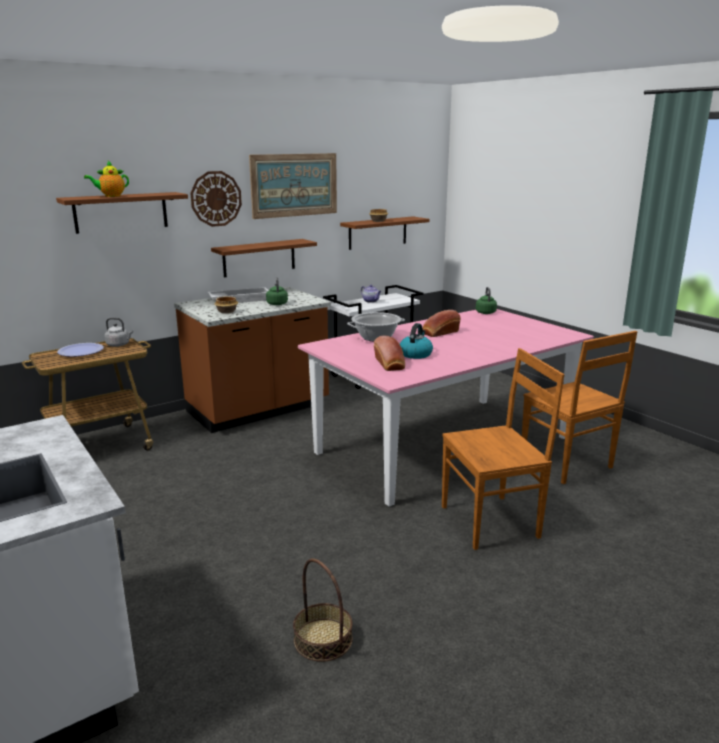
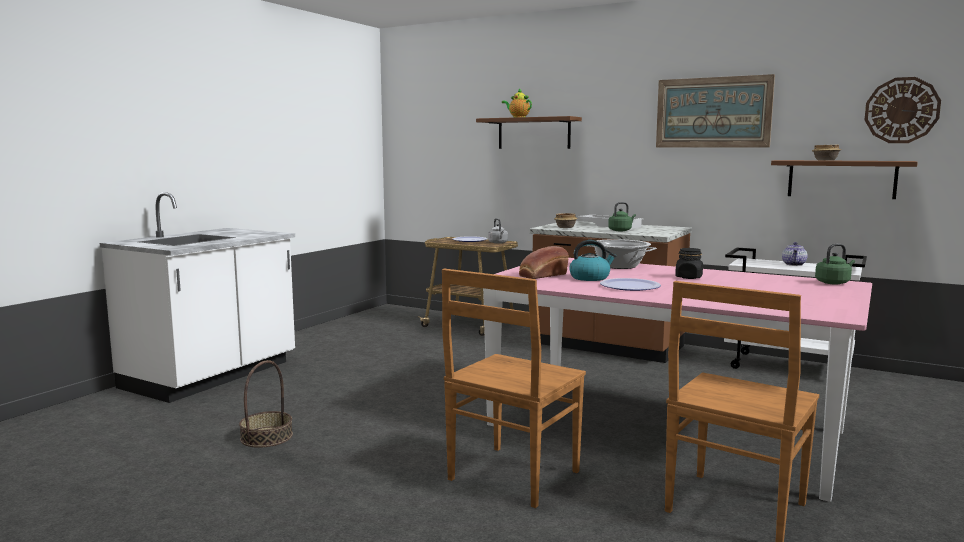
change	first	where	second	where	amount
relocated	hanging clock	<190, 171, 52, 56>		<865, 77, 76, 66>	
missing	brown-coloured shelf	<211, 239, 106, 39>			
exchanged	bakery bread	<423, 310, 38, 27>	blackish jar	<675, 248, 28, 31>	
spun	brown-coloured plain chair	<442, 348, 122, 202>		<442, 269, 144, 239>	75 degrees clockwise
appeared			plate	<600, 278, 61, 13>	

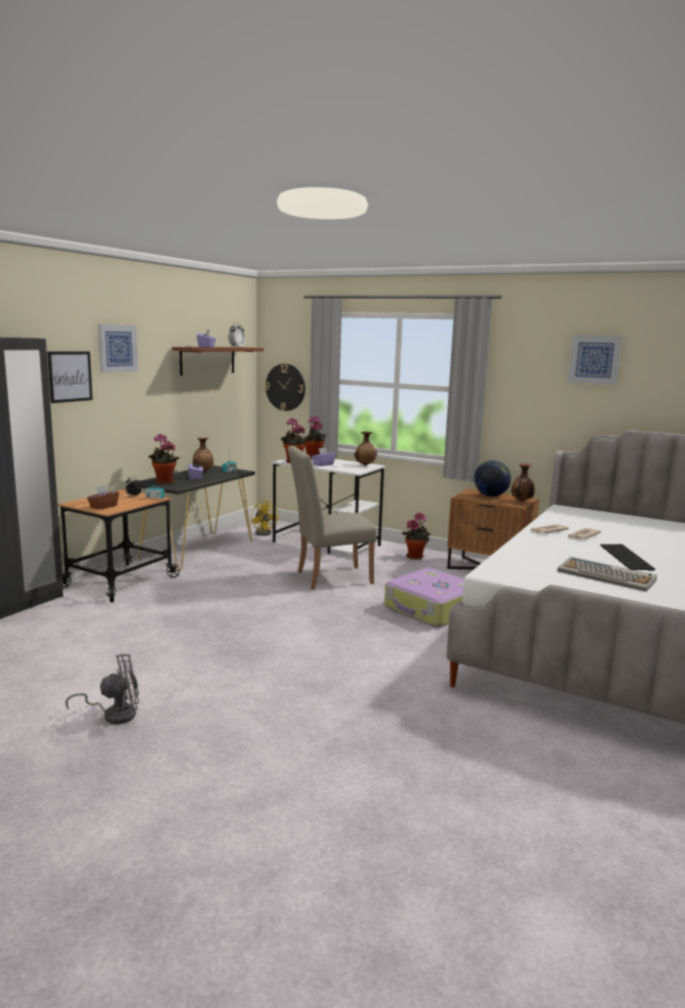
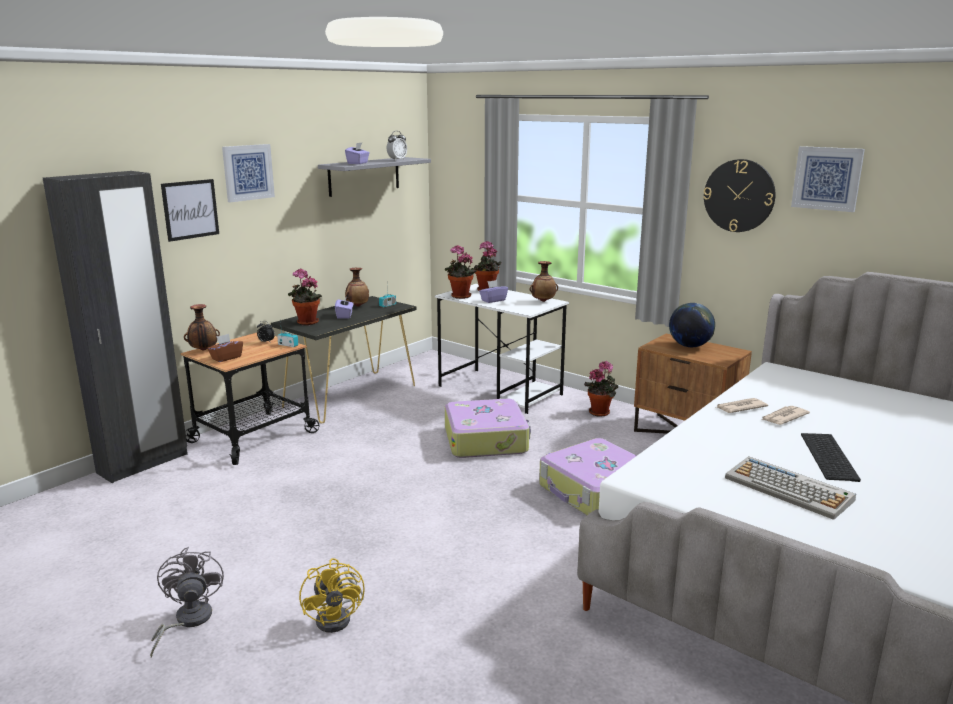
change	first	where	second	where	amount
colour	brown-coloured shelf	<172, 347, 92, 29>	grey shelf	<318, 157, 113, 40>	
relocated	hanging clock	<265, 364, 40, 47>		<703, 159, 73, 73>	
exchanged	sand-coloured plain chair	<287, 446, 90, 143>	suitcase	<445, 399, 86, 59>	
relocated	vase	<511, 464, 24, 37>		<184, 304, 36, 47>	
relocated	yellowish electric fan	<251, 501, 28, 35>		<299, 558, 66, 75>	
spun	grey electric fan	<65, 654, 74, 70>		<150, 547, 74, 111>	90 degrees counterclockwise

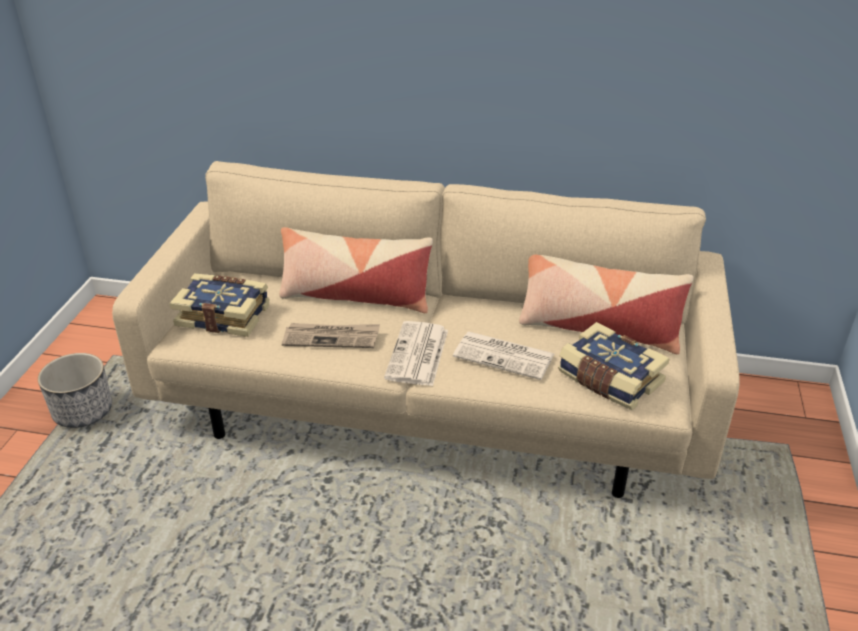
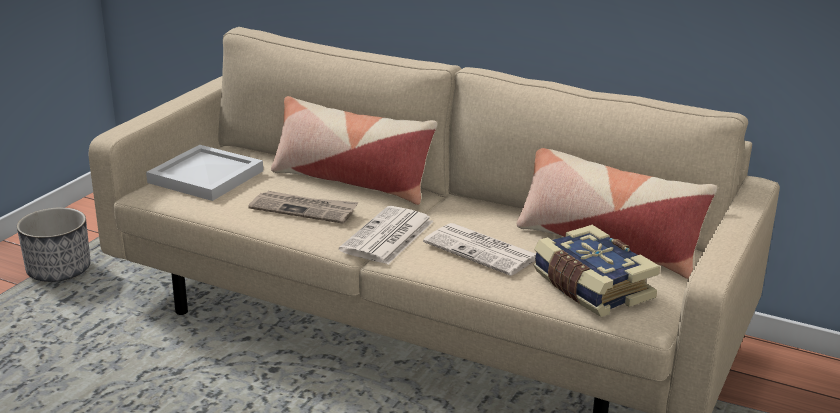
change	first	where	second	where	amount
exchanged	bound book	<169, 274, 101, 63>	white carrying tray	<146, 145, 117, 56>	

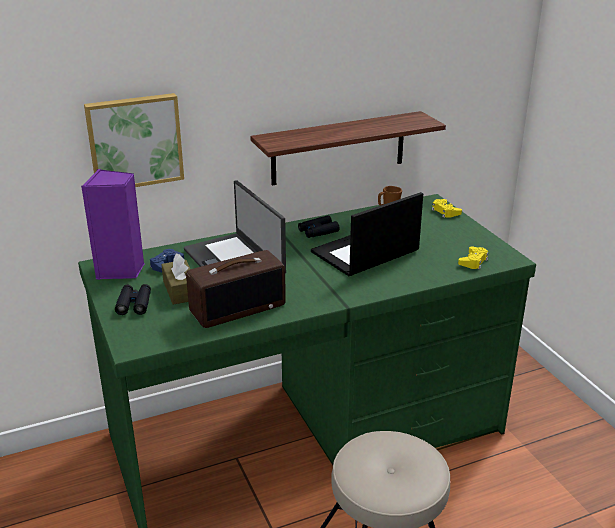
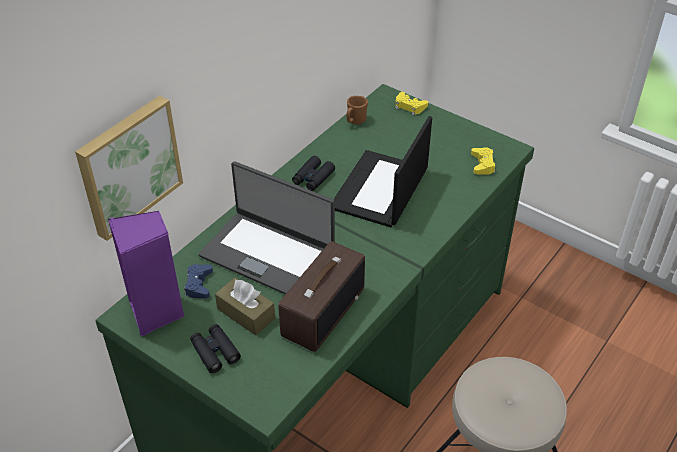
change	first	where	second	where	amount
missing	shelf	<250, 111, 196, 74>			

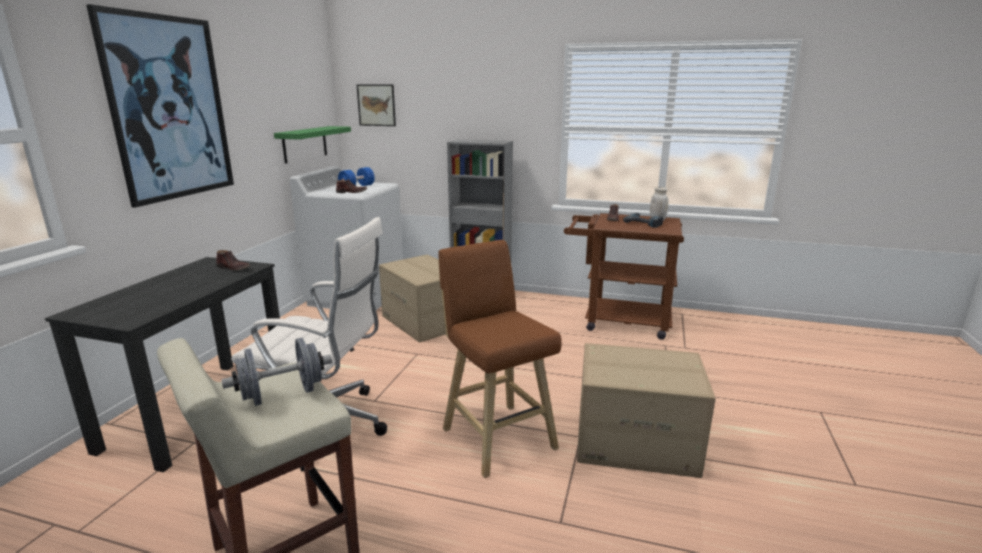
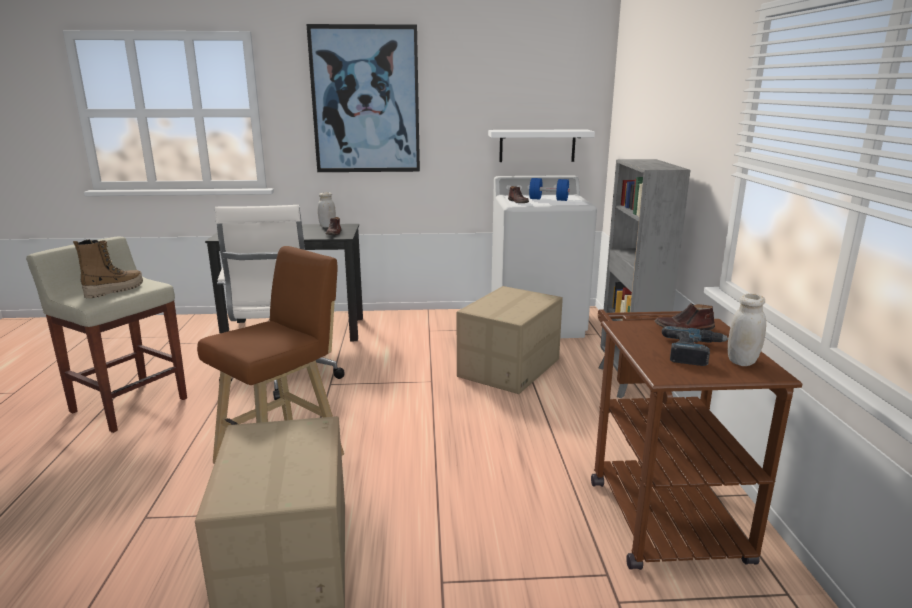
change	first	where	second	where	amount
missing	wall art	<356, 84, 40, 42>			
colour	green shelf	<274, 126, 77, 38>	white shelf	<488, 129, 107, 33>	
exchanged	grey free weight	<221, 338, 111, 68>	tall boot	<73, 239, 70, 59>	
appeared			white jar	<318, 192, 18, 35>	

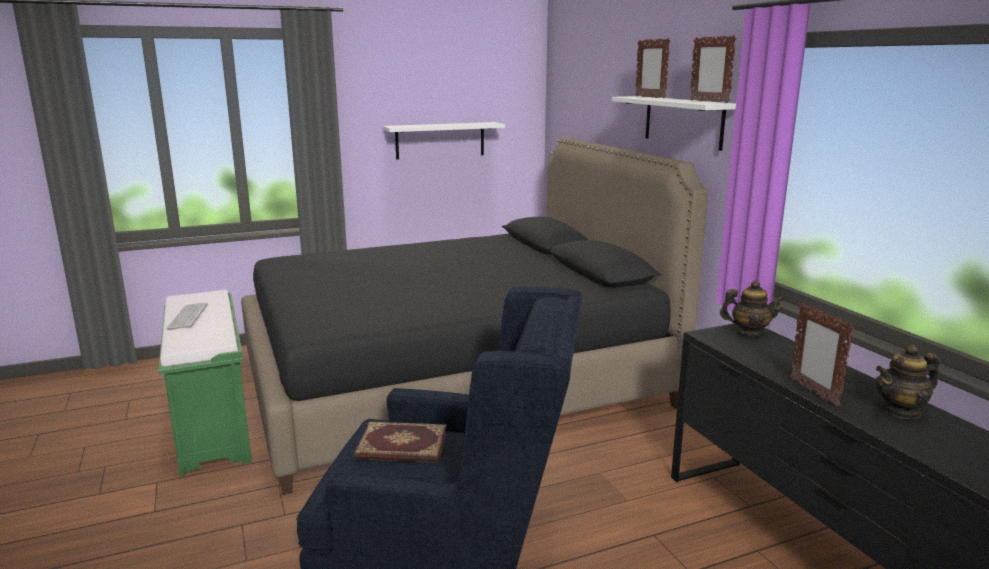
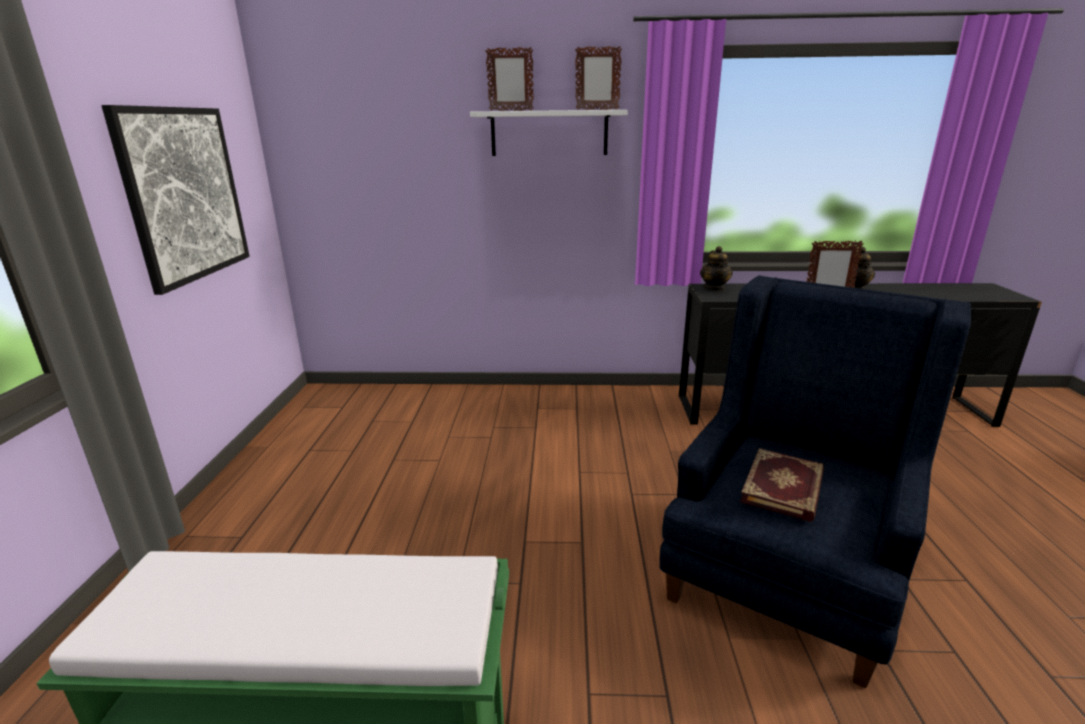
change	first	where	second	where	amount
exchanged	white shelf	<382, 122, 123, 38>	wall art	<102, 105, 148, 190>	
missing	blackish sleeping bed	<241, 138, 467, 357>			
spun	teapot	<720, 280, 65, 57>		<700, 246, 33, 45>	150 degrees clockwise
missing	computer keyboard	<166, 303, 41, 27>			

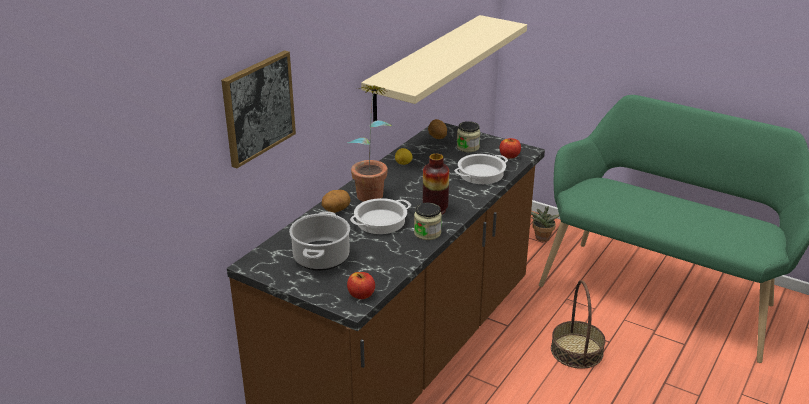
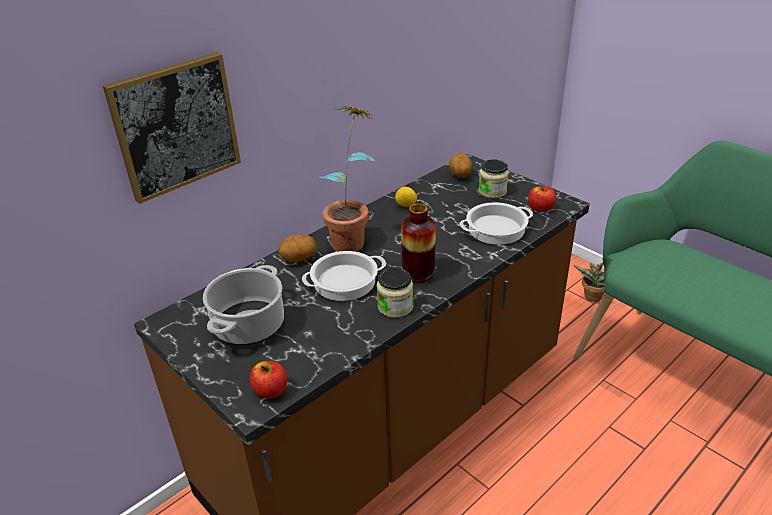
change	first	where	second	where	amount
missing	sand-coloured shelf	<361, 15, 166, 107>			
missing	basket	<551, 280, 55, 89>			

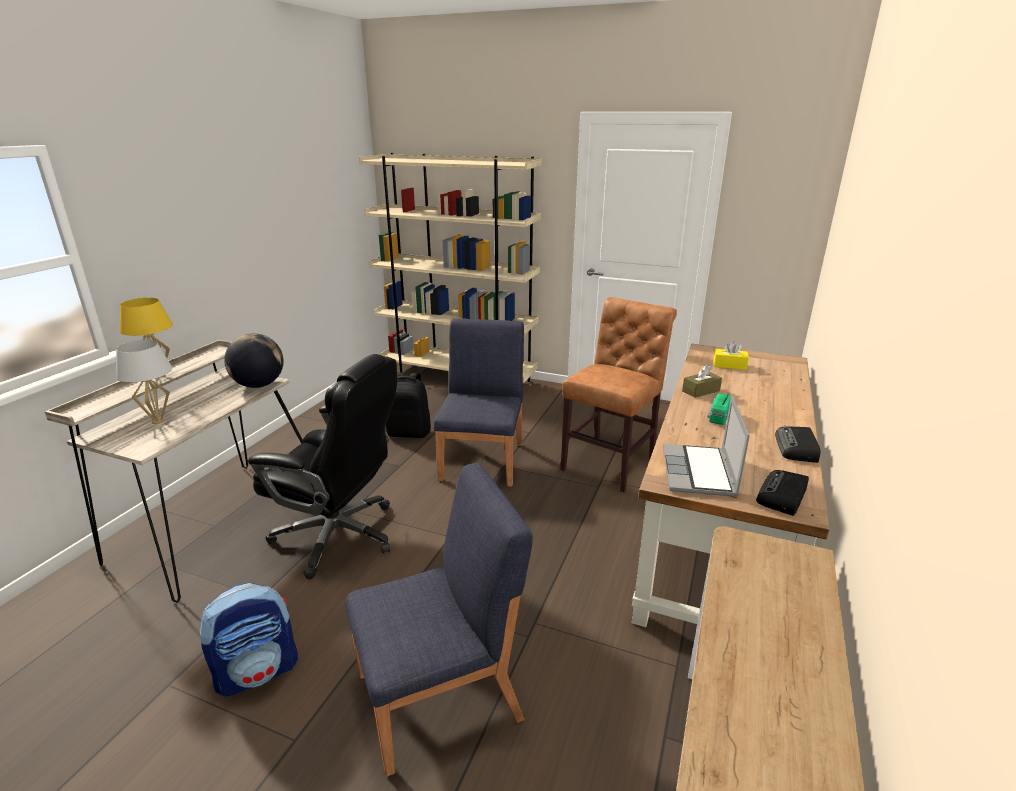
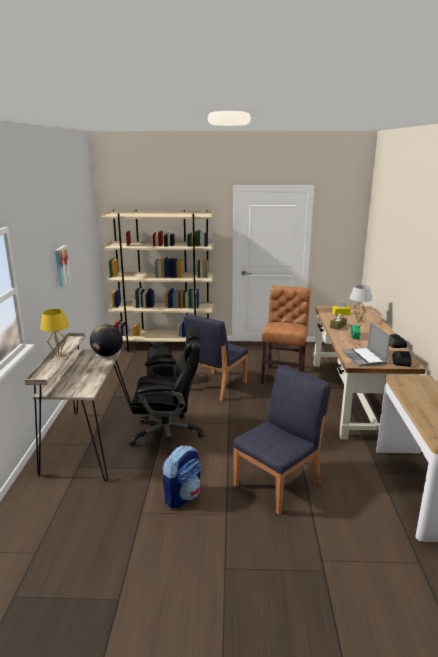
change	first	where	second	where	amount
spun	bluish plain chair	<434, 318, 90, 169>		<184, 314, 64, 87>	135 degrees counterclockwise
relocated	white table lamp	<116, 340, 56, 84>		<350, 285, 22, 38>	
appeared			wall art	<55, 245, 16, 42>	

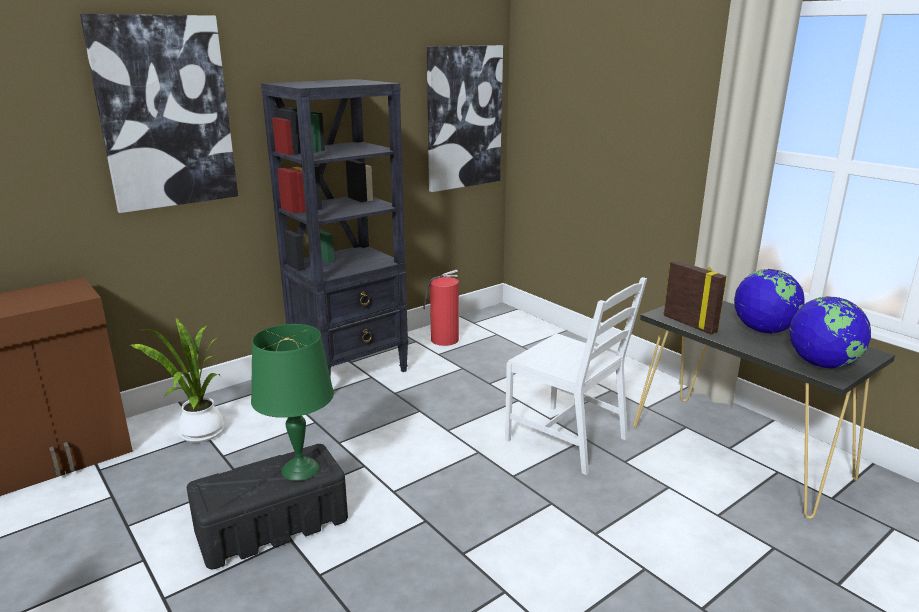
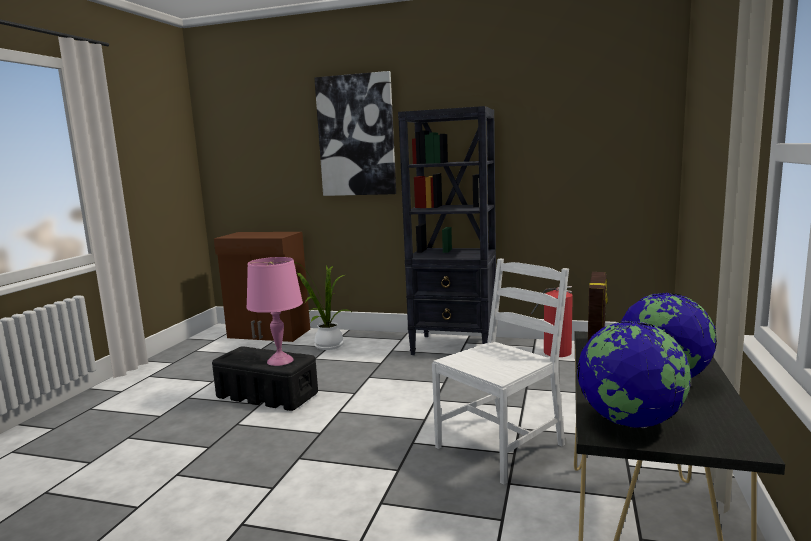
change	first	where	second	where	amount
missing	wall art	<427, 45, 76, 147>			
spun	white plain chair	<505, 277, 142, 198>		<432, 258, 137, 227>	135 degrees counterclockwise
colour	green table lamp	<251, 324, 83, 157>	pink-coloured table lamp	<246, 257, 57, 109>	

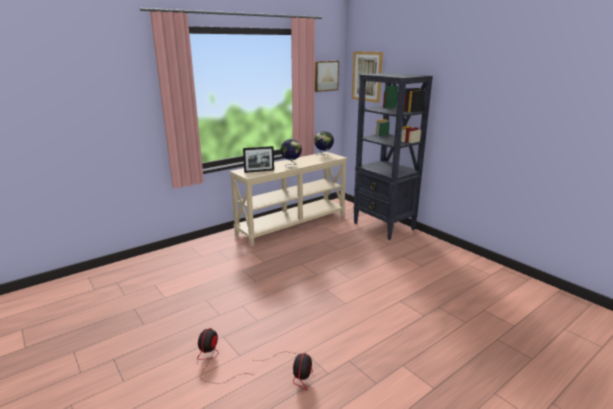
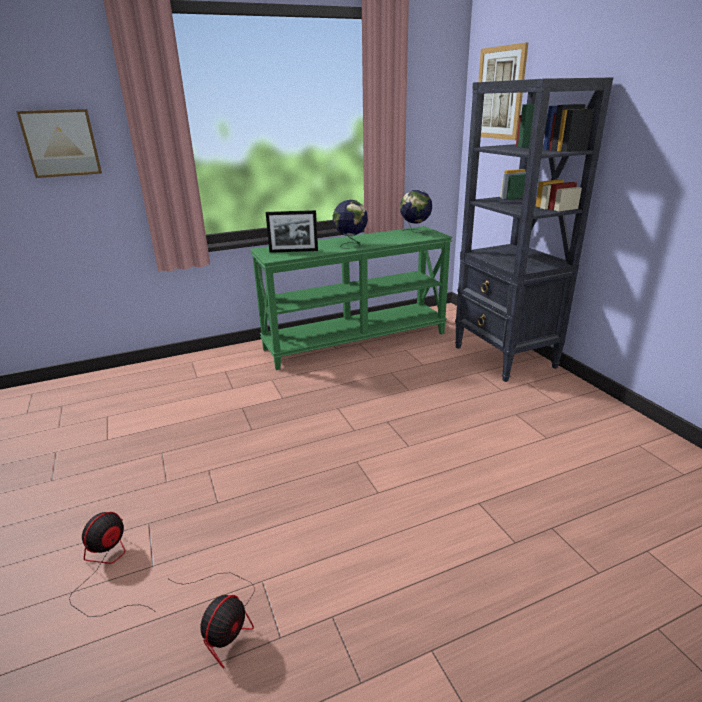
change	first	where	second	where	amount
relocated	wall art	<315, 61, 24, 31>		<16, 109, 86, 69>	
colour	sand-coloured narrow table	<229, 152, 118, 95>	green narrow table	<250, 226, 202, 144>	

